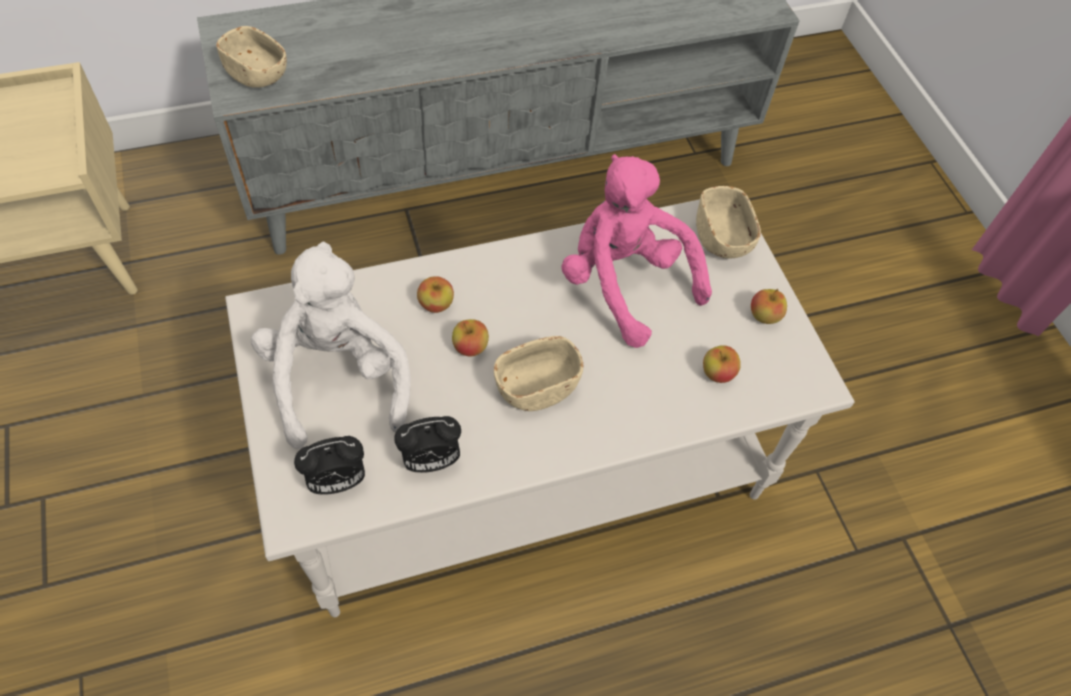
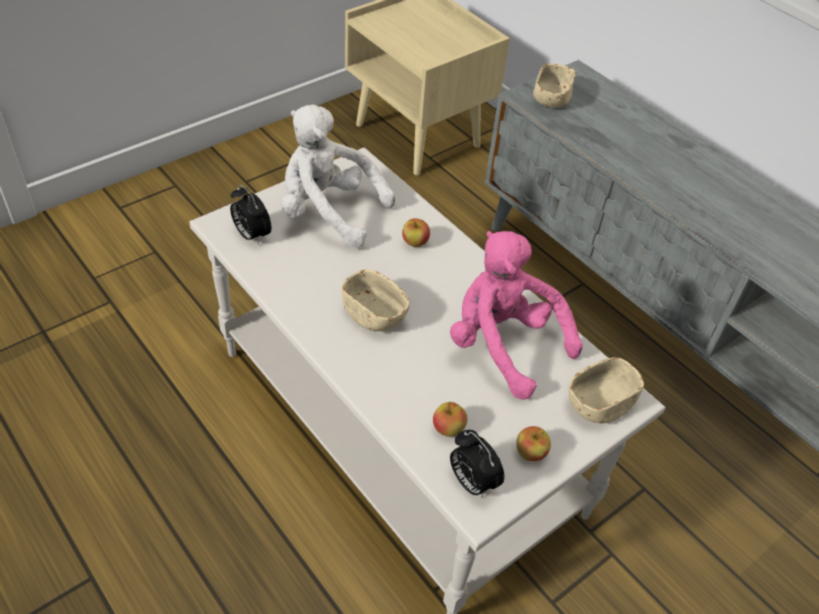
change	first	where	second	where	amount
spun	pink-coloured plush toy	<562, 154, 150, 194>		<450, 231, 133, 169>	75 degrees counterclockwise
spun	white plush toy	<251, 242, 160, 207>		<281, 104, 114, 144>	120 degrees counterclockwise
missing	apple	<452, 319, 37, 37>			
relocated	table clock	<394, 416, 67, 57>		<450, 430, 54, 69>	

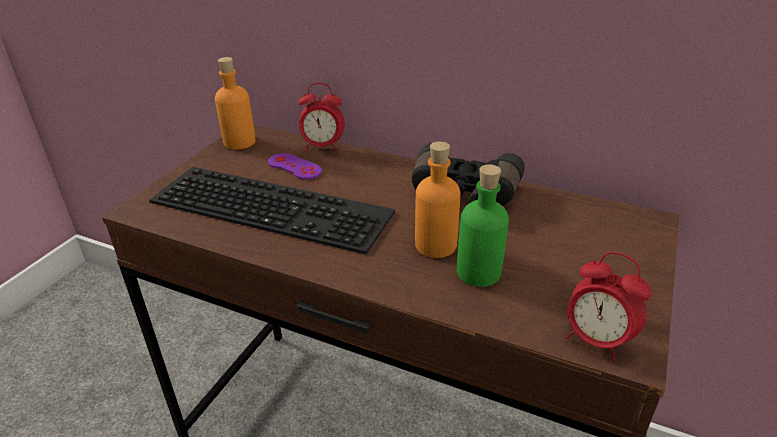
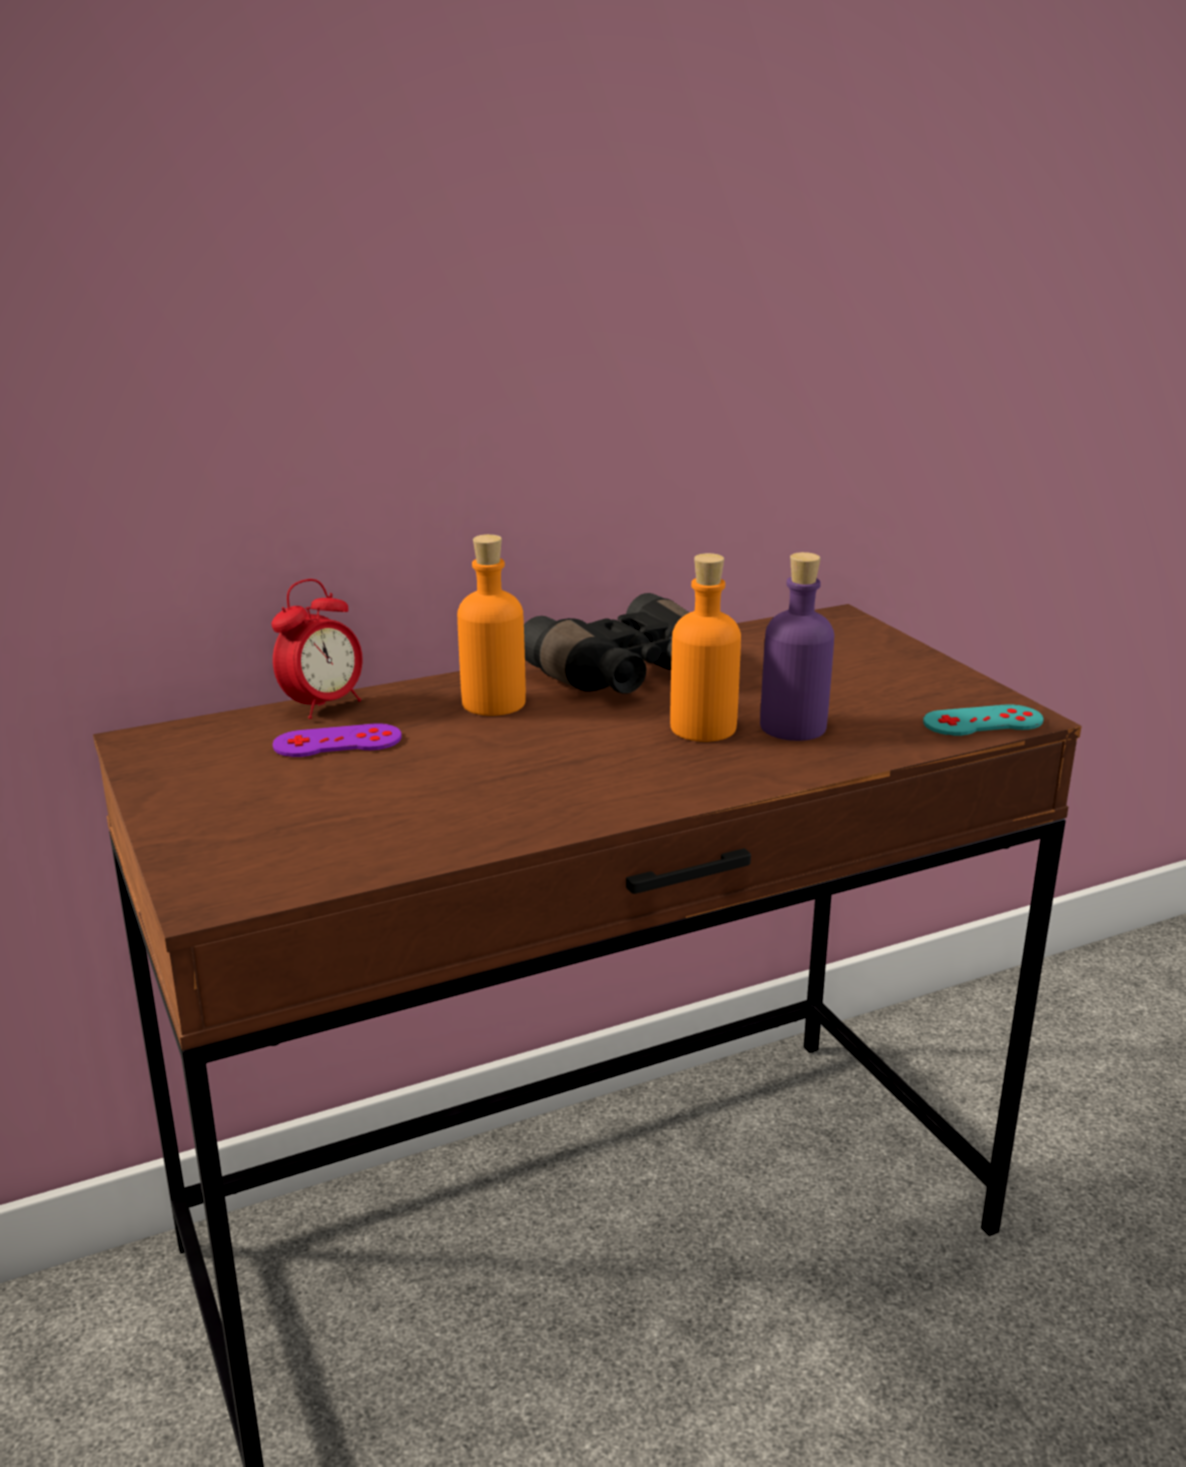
change	first	where	second	where	amount
relocated	orange drink bottle	<215, 57, 41, 92>		<457, 534, 69, 182>	
colour	green drink bottle	<457, 164, 52, 123>	purplish drink bottle	<760, 552, 74, 189>	
missing	computer keyboard	<149, 167, 246, 88>			
exchanged	table clock	<566, 252, 86, 110>	blue-green joypad	<923, 704, 121, 32>	

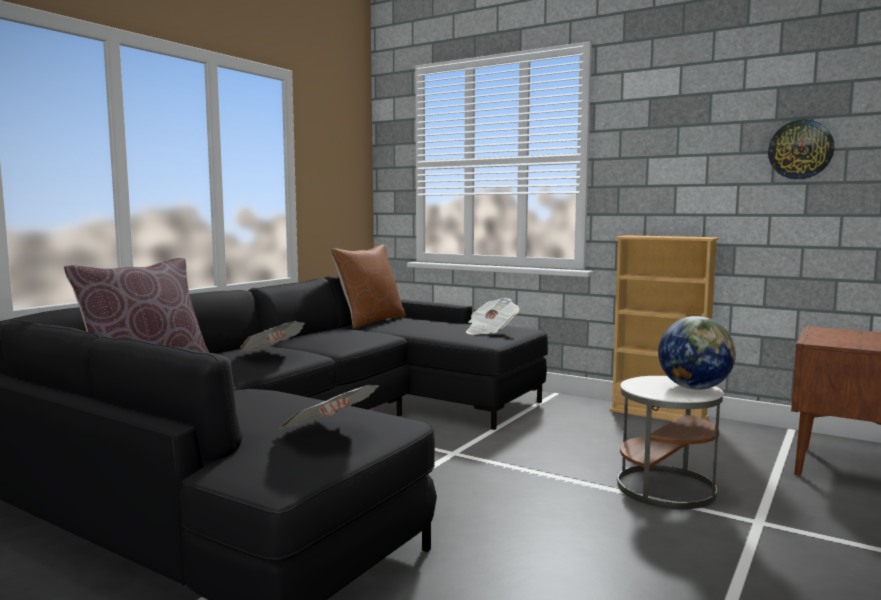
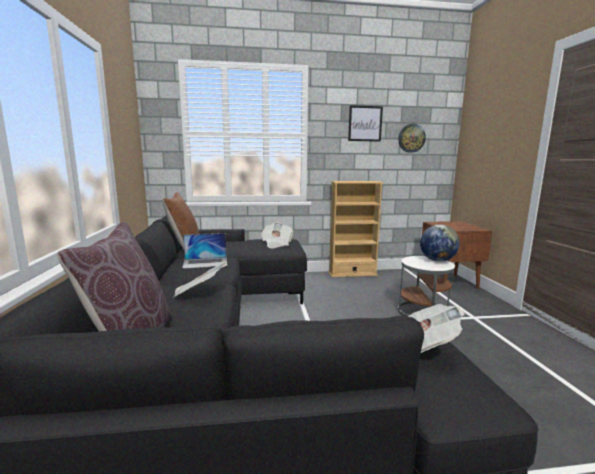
change	first	where	second	where	amount
appeared			wall art	<348, 105, 35, 37>	
appeared			notebook computer	<182, 233, 45, 36>	

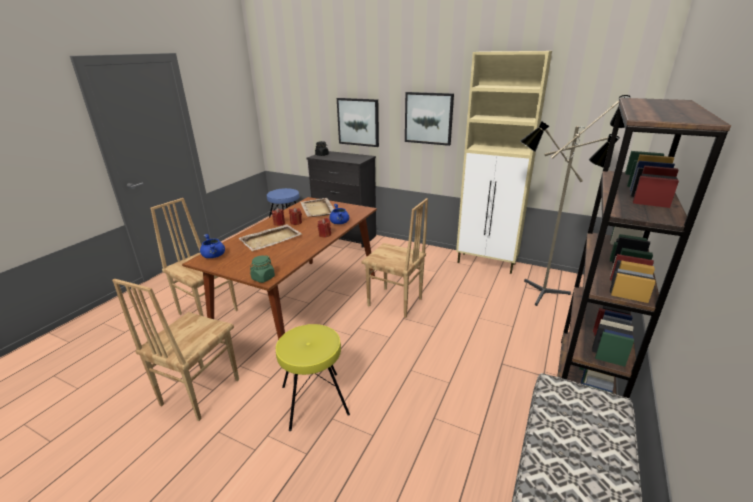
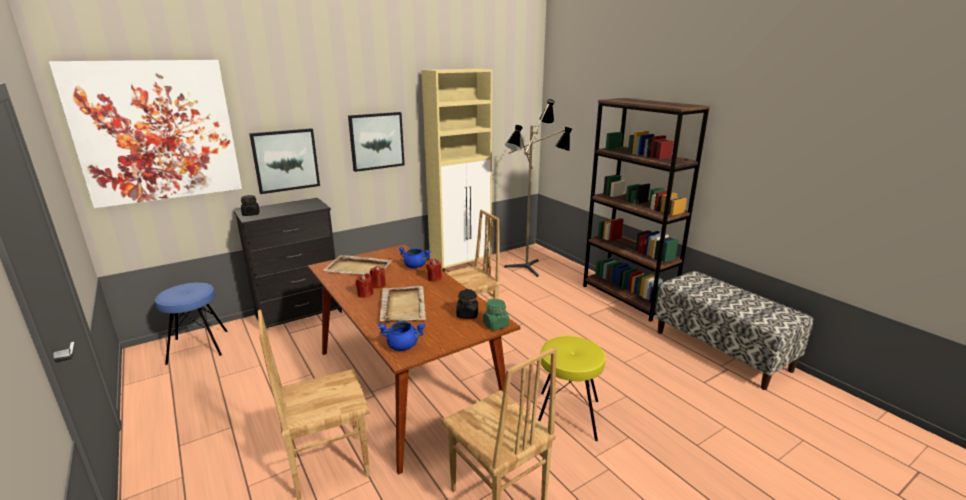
change	first	where	second	where	amount
appeared			wall art	<49, 60, 193, 148>	
appeared			blackish jar	<456, 289, 22, 30>	

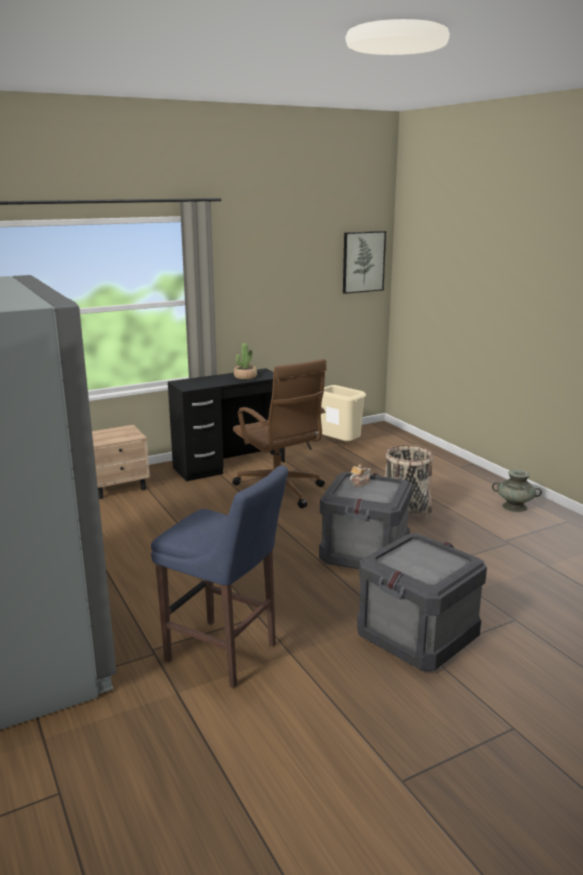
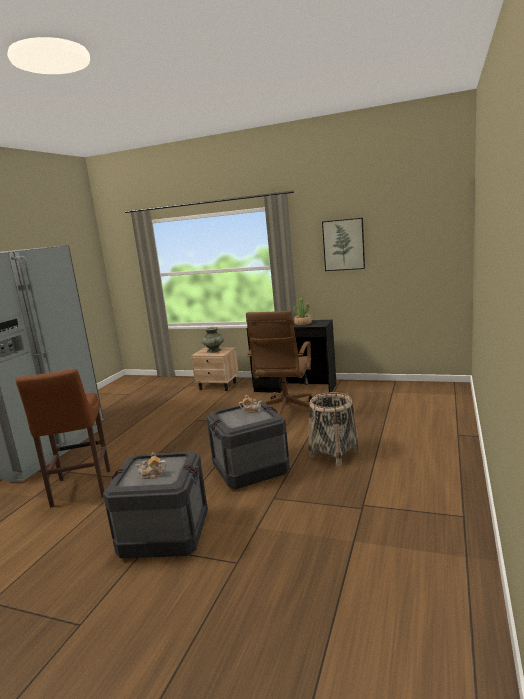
change	first	where	second	where	amount
relocated	wall art	<343, 231, 43, 63>		<322, 218, 43, 53>	
missing	sand-coloured waste bin	<321, 385, 45, 56>			
colour	bluish sitting stool	<151, 465, 137, 223>	brown-coloured sitting stool	<16, 369, 95, 139>	
relocated	blue-green vase	<492, 469, 50, 43>		<202, 327, 22, 26>	
appeared			teapot	<136, 452, 31, 27>	

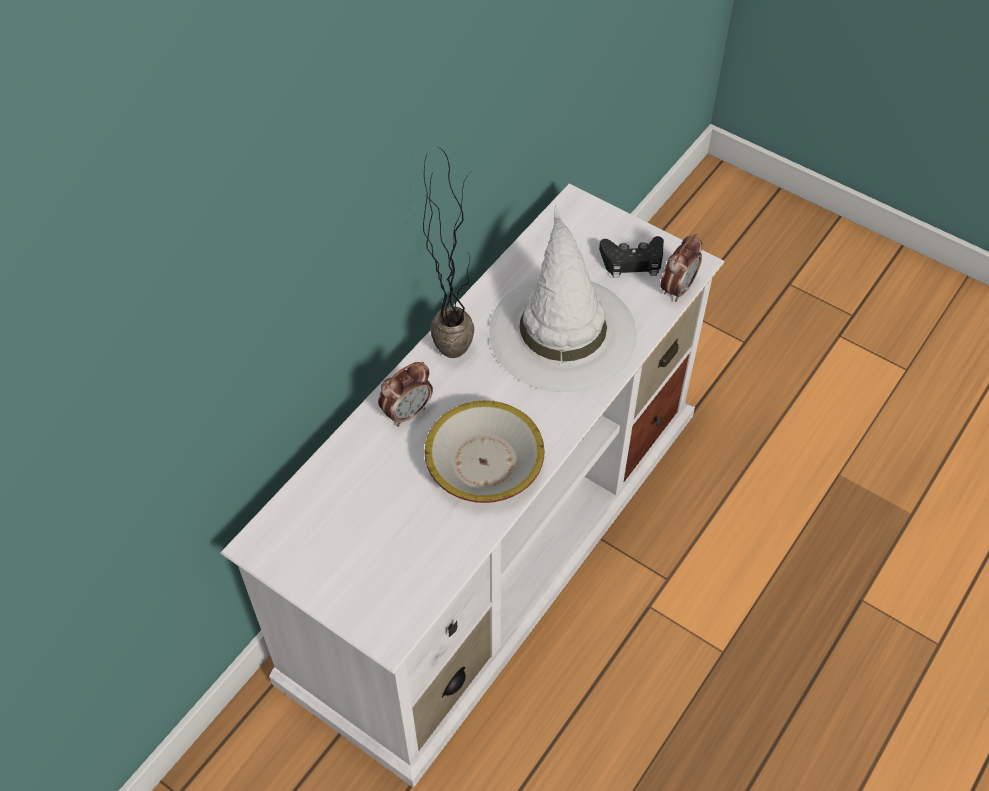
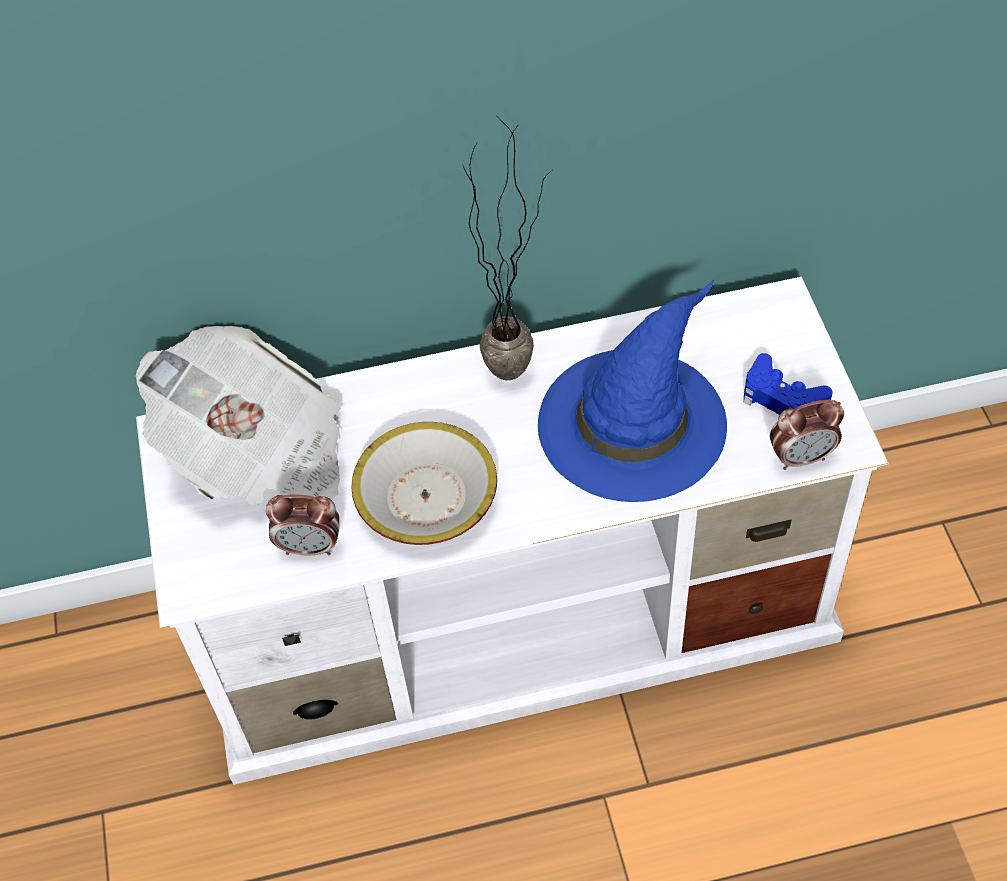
change	first	where	second	where	amount
colour	white clothing hat	<489, 206, 148, 186>	bluish clothing hat	<538, 280, 189, 222>	
colour	blackish joypad	<599, 236, 65, 42>	bluish joypad	<743, 353, 90, 62>	
relocated	table clock	<378, 362, 55, 65>		<266, 495, 73, 61>	
appeared			newspaper	<136, 326, 205, 180>	

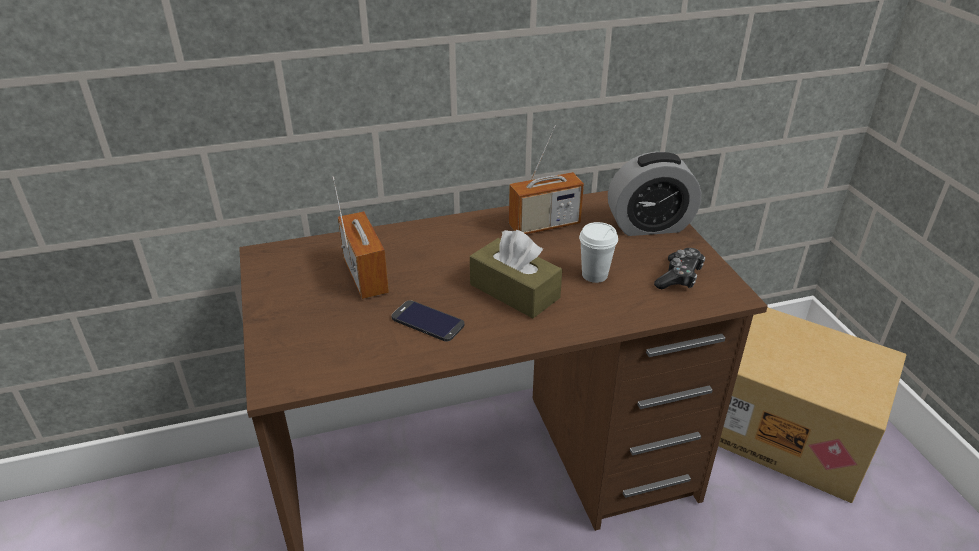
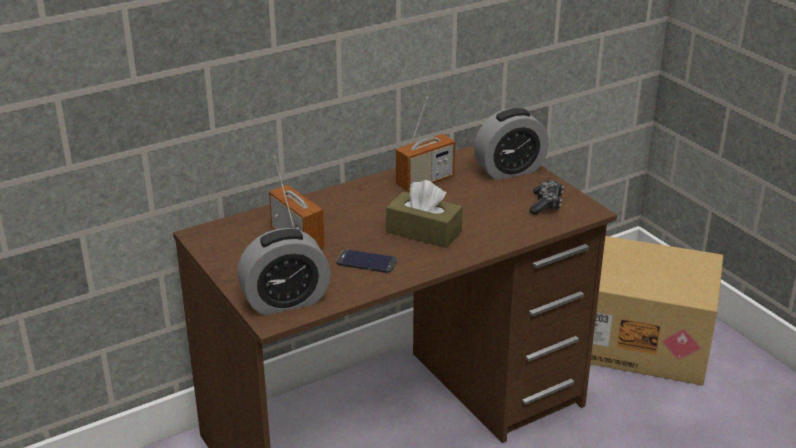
change	first	where	second	where	amount
missing	white cup	<579, 222, 39, 61>			
appeared			table clock	<237, 228, 94, 87>	

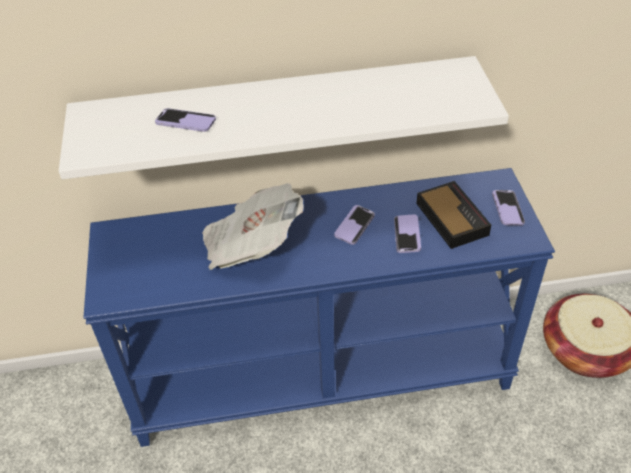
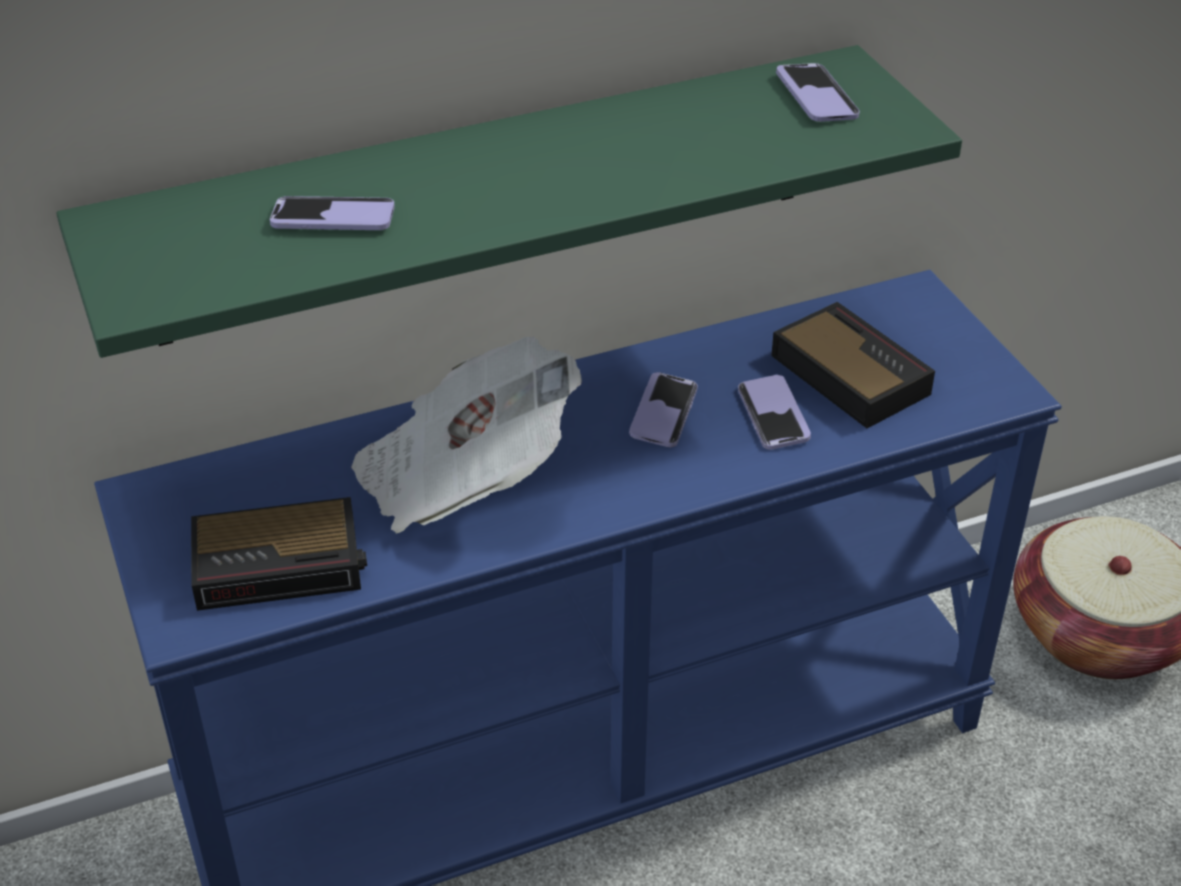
change	first	where	second	where	amount
colour	white shelf	<58, 56, 451, 123>	green shelf	<56, 45, 906, 313>	
relocated	phone	<492, 190, 33, 35>		<776, 63, 84, 59>	
appeared			table clock	<191, 497, 176, 114>	

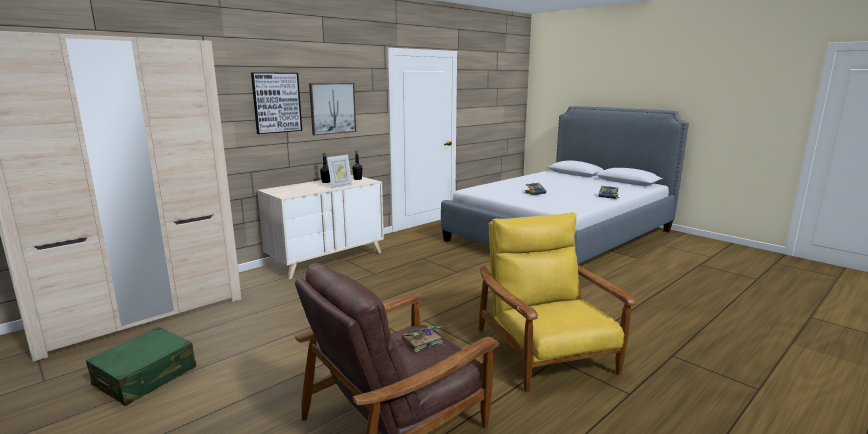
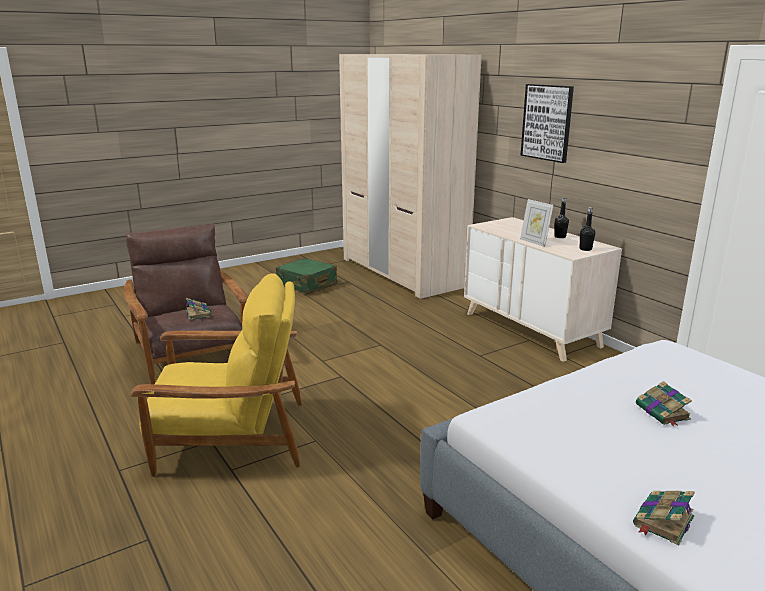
change	first	where	second	where	amount
missing	wall art	<309, 83, 47, 52>			

